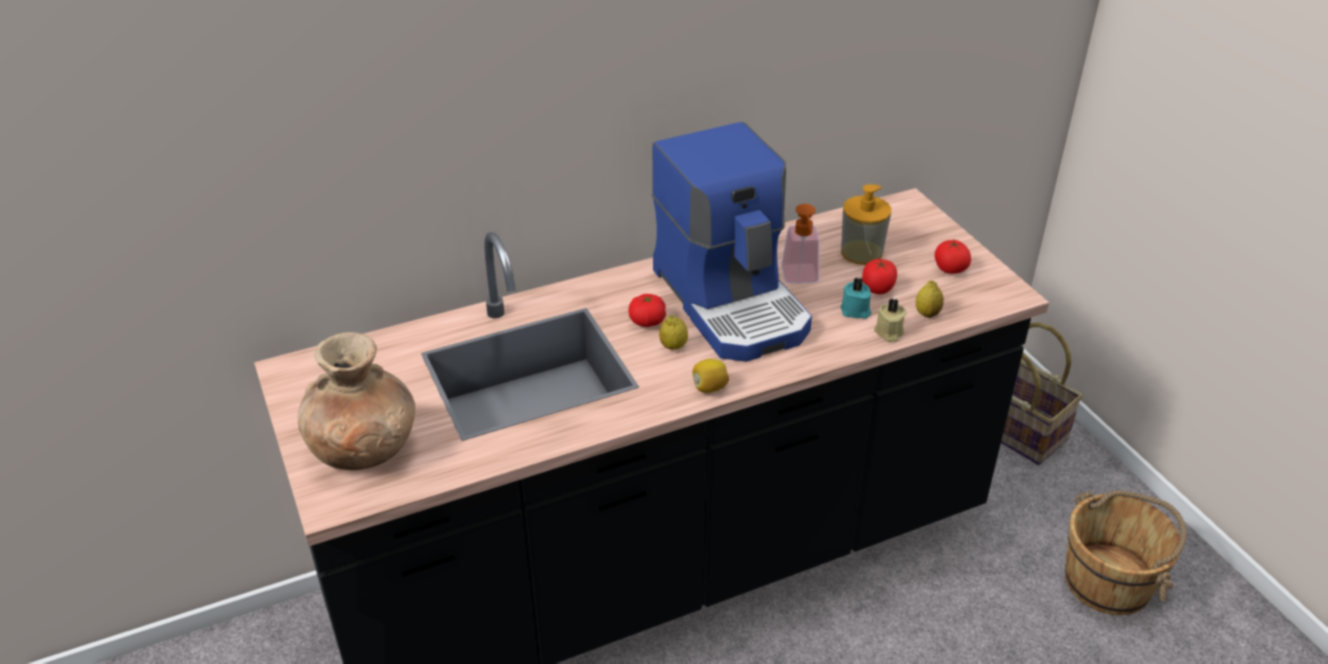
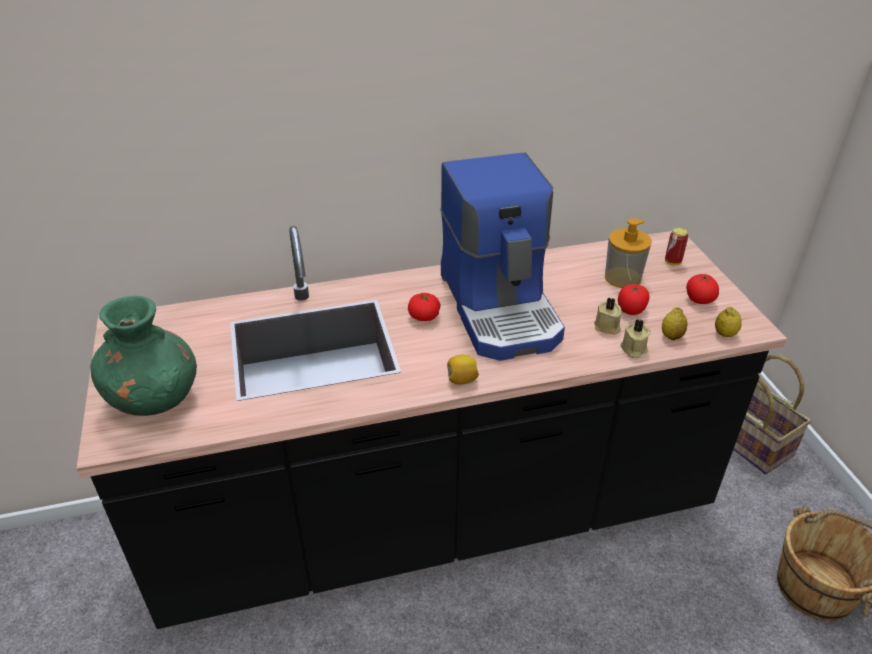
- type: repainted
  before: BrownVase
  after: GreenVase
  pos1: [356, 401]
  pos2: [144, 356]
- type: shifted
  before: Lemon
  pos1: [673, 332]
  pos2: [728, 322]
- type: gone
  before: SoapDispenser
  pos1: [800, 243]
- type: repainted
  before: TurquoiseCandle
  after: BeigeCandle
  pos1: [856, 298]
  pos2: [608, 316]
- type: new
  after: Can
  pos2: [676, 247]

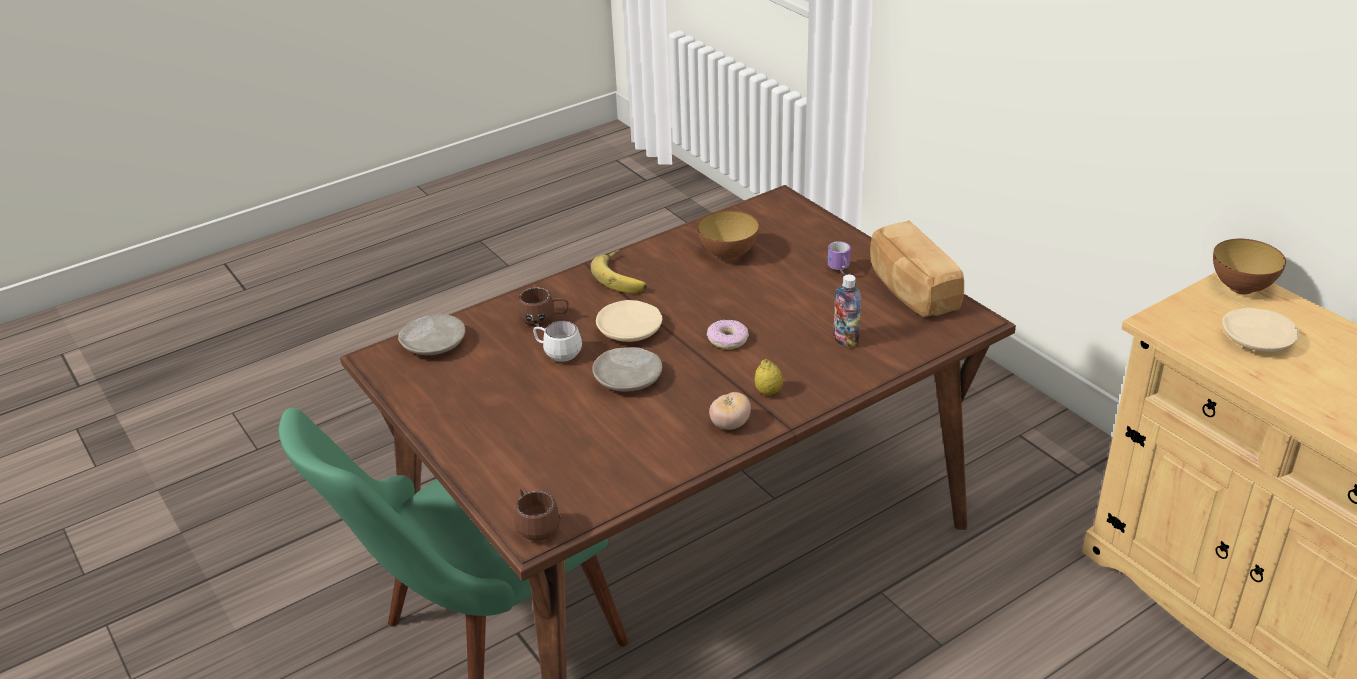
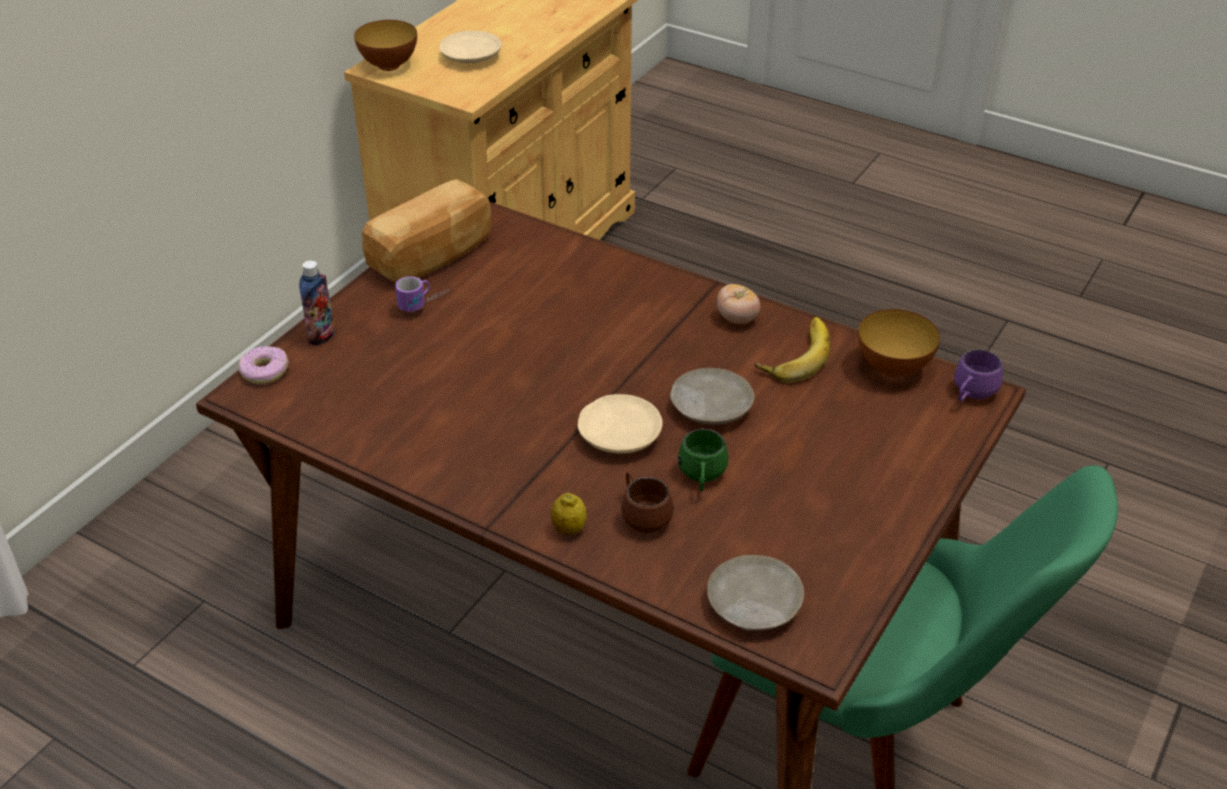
- type: repainted
  before: BrownMug
  after: PurpleMug
  pos1: [537, 514]
  pos2: [978, 375]
- type: repainted
  before: WhiteMug
  after: GreenMug
  pos1: [557, 341]
  pos2: [703, 460]
- type: shifted
  before: Banana
  pos1: [619, 271]
  pos2: [792, 350]
- type: shifted
  before: Bowl
  pos1: [728, 235]
  pos2: [899, 343]
- type: shifted
  before: Donut
  pos1: [728, 334]
  pos2: [264, 365]
- type: shifted
  before: Lemon
  pos1: [768, 377]
  pos2: [569, 514]
- type: shifted
  before: Bottle
  pos1: [847, 311]
  pos2: [317, 303]

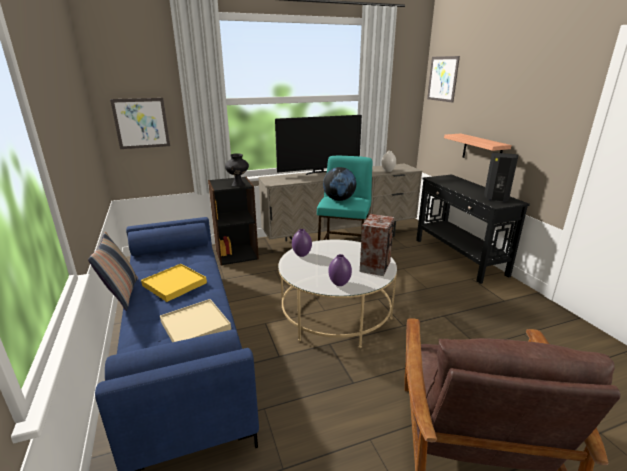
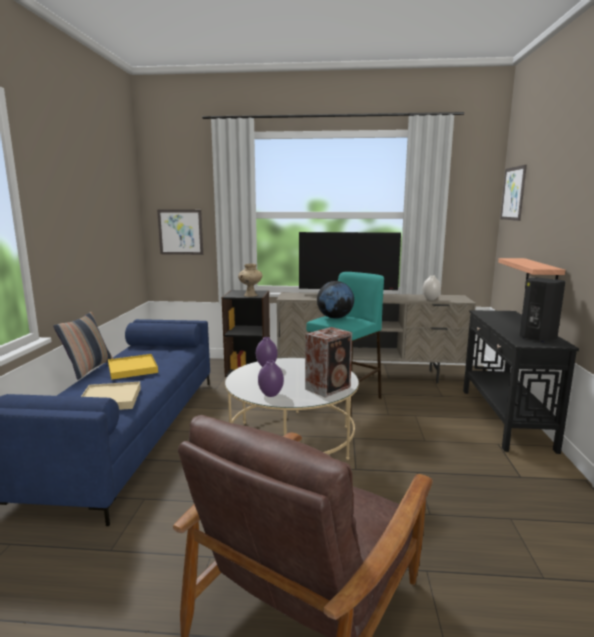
- type: repainted
  before: BlackVase
  after: BeigeVase
  pos1: [237, 170]
  pos2: [250, 280]

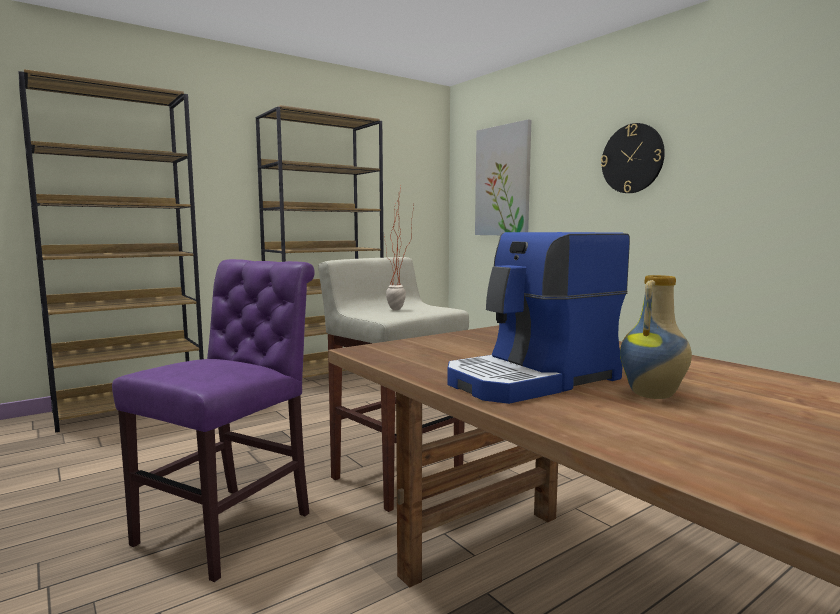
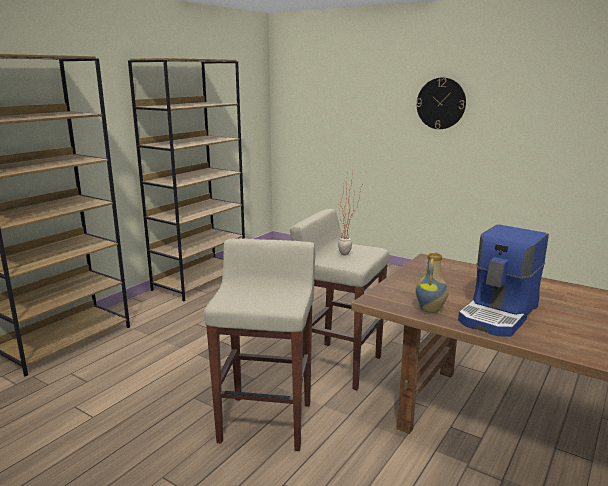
- type: swapped
  before: PurpleChair
  after: BeigeStool
  pos1: [213, 420]
  pos2: [259, 345]
- type: gone
  before: Picture
  pos1: [503, 177]
- type: shifted
  before: Vase
  pos1: [656, 337]
  pos2: [432, 282]

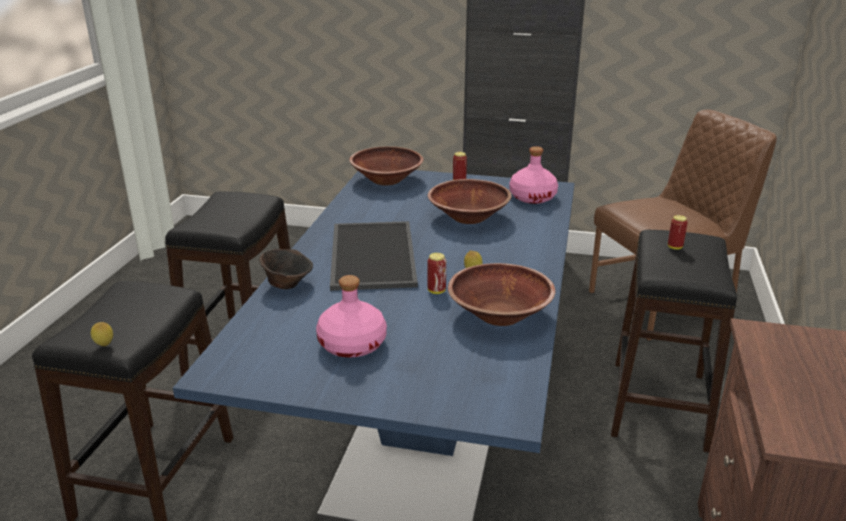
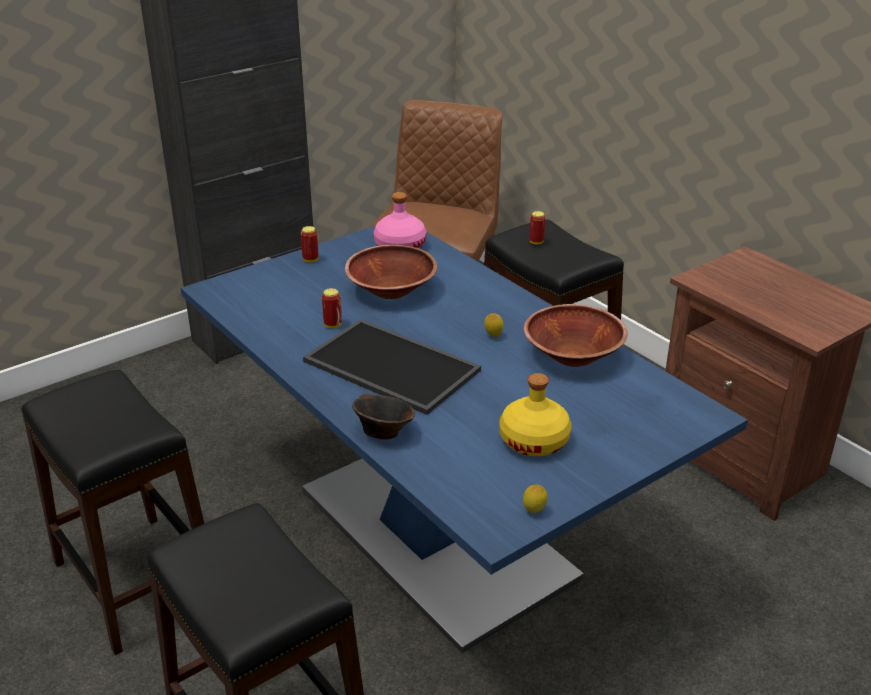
- type: shifted
  before: Lemon
  pos1: [102, 334]
  pos2: [535, 499]
- type: repainted
  before: PinkBottle
  after: YellowBottle
  pos1: [351, 316]
  pos2: [535, 414]
- type: gone
  before: BrownBowl
  pos1: [386, 165]
- type: shifted
  before: Can
  pos1: [437, 273]
  pos2: [332, 308]

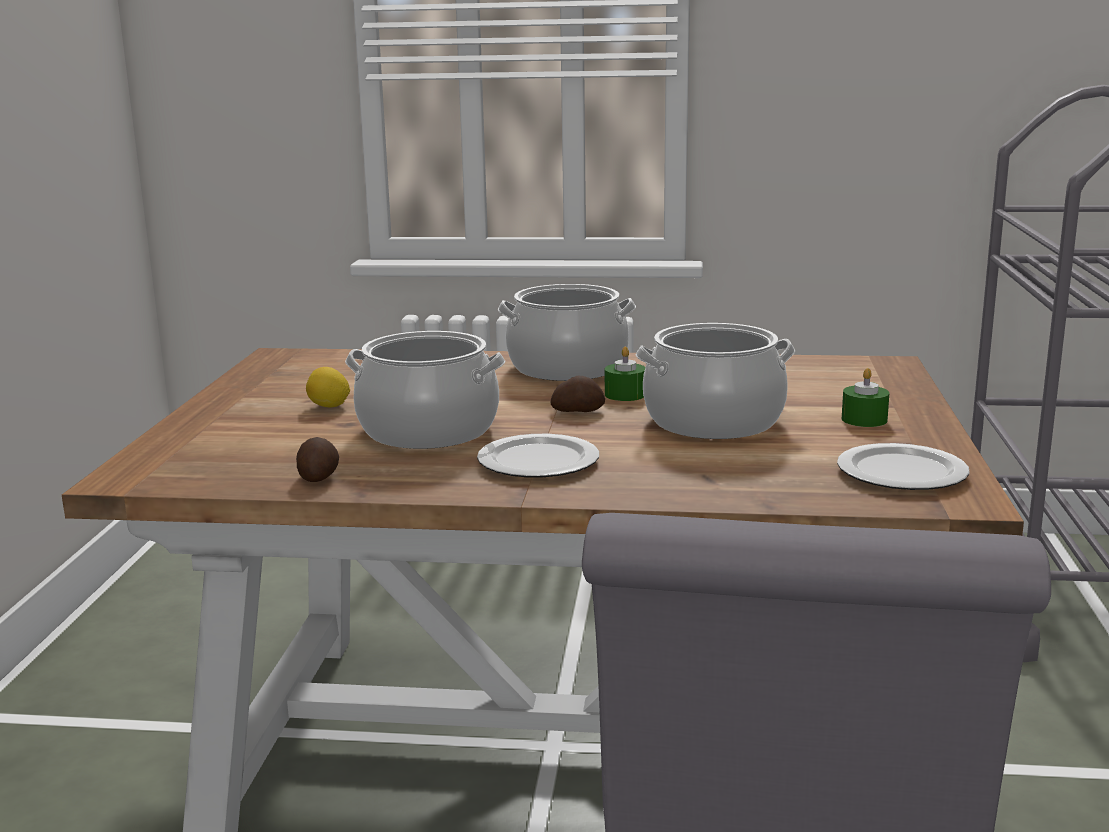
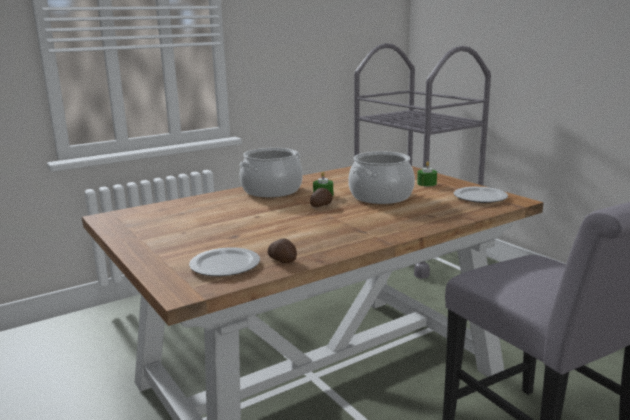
- type: gone
  before: Lemon
  pos1: [328, 387]
- type: gone
  before: CookingPot
  pos1: [425, 390]
- type: shifted
  before: Plate
  pos1: [538, 455]
  pos2: [224, 261]

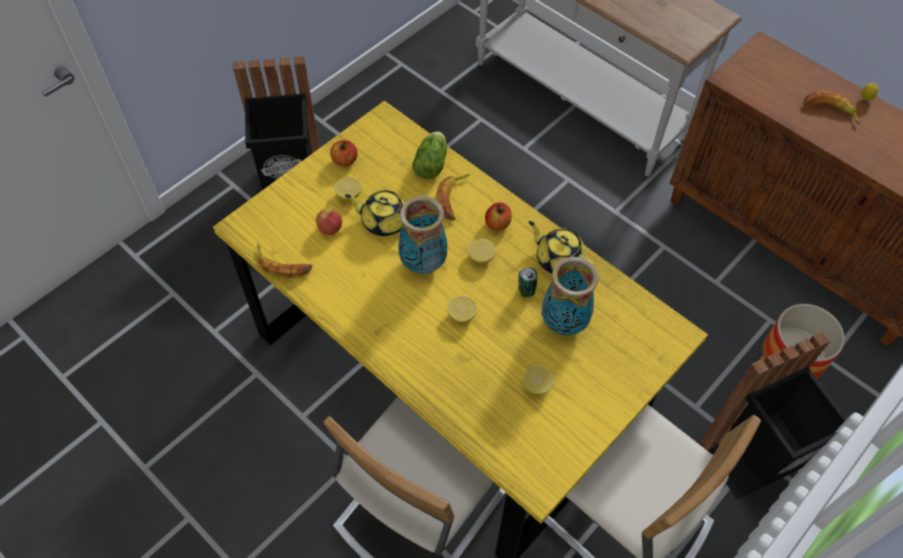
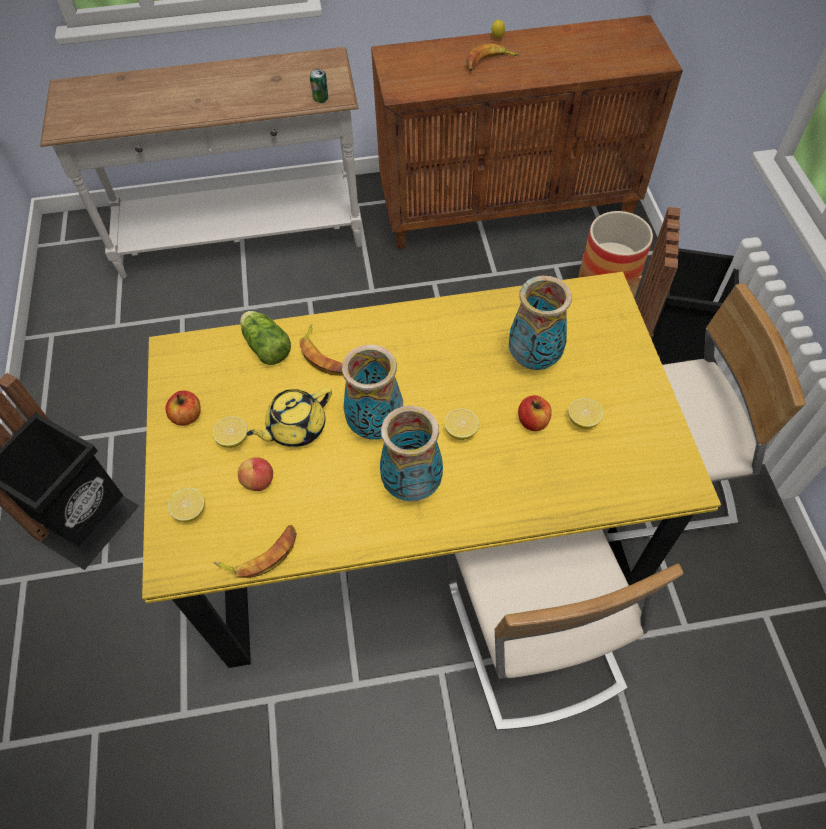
- type: shifted
  before: Lemon
  pos1: [482, 251]
  pos2: [186, 504]
- type: shifted
  before: Apple
  pos1: [498, 217]
  pos2: [535, 413]
- type: shifted
  before: Can
  pos1: [527, 282]
  pos2: [319, 86]
- type: gone
  before: YellowTeapot
  pos1: [561, 247]
- type: new
  after: Vase
  pos2: [411, 454]

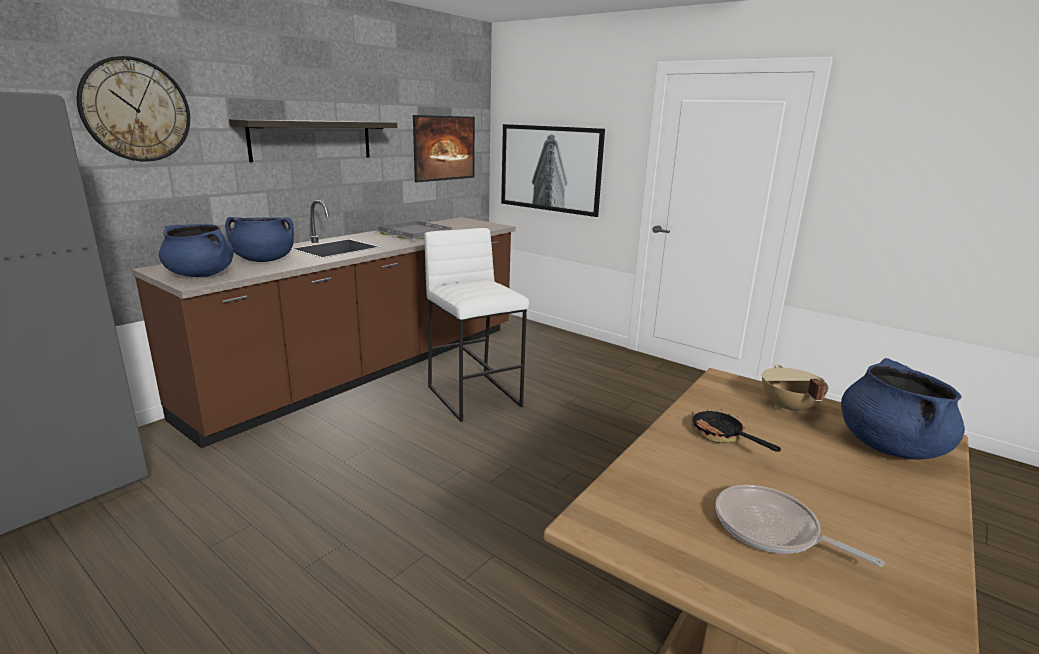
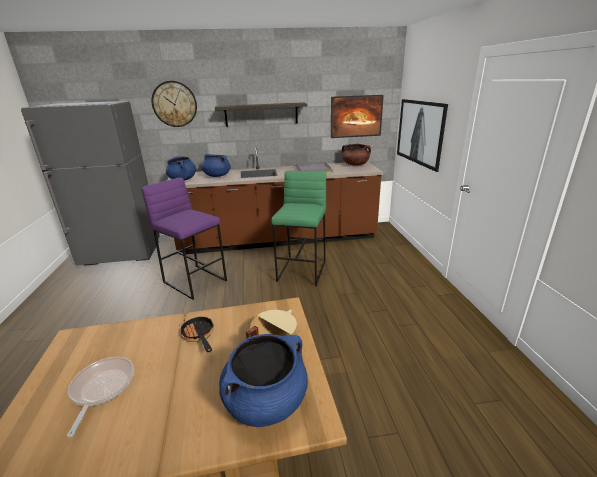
- type: repainted
  before: WhiteStool
  after: GreenStool
  pos1: [476, 325]
  pos2: [298, 228]
- type: rotated
  before: FryingPan
  pos1: [736, 431]
  pos2: [196, 334]
  turn: -45
- type: new
  after: PurpleStool
  pos2: [184, 239]
- type: new
  after: BrownCookingPot
  pos2: [356, 154]

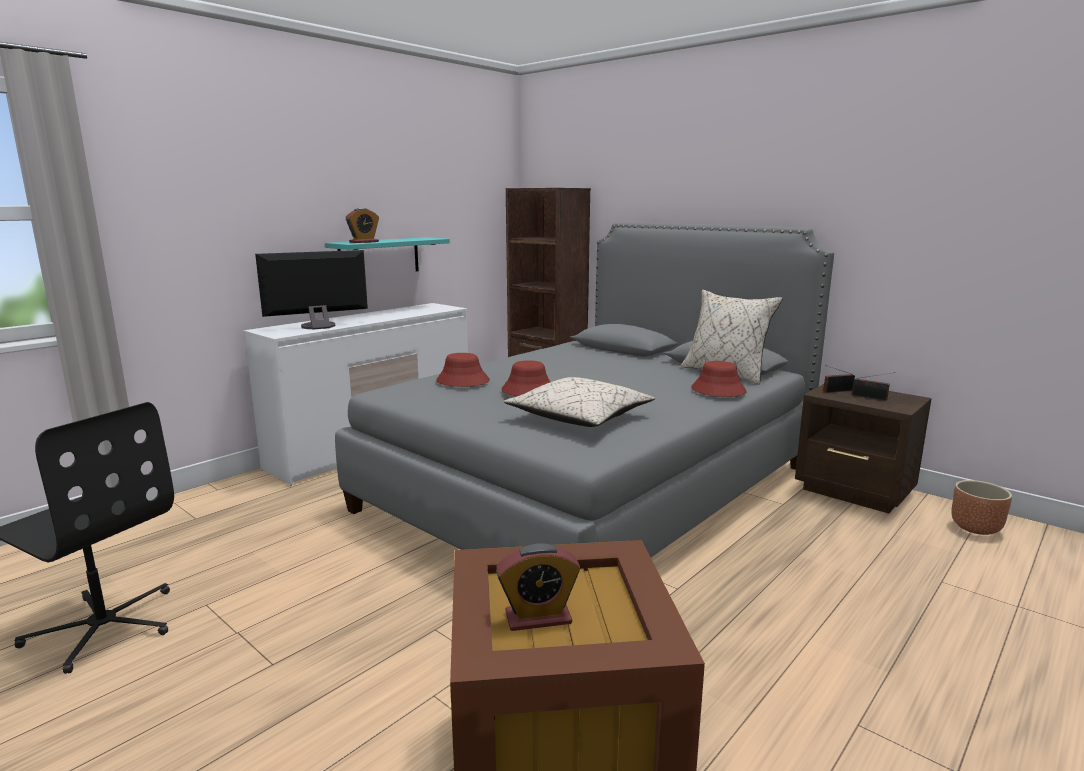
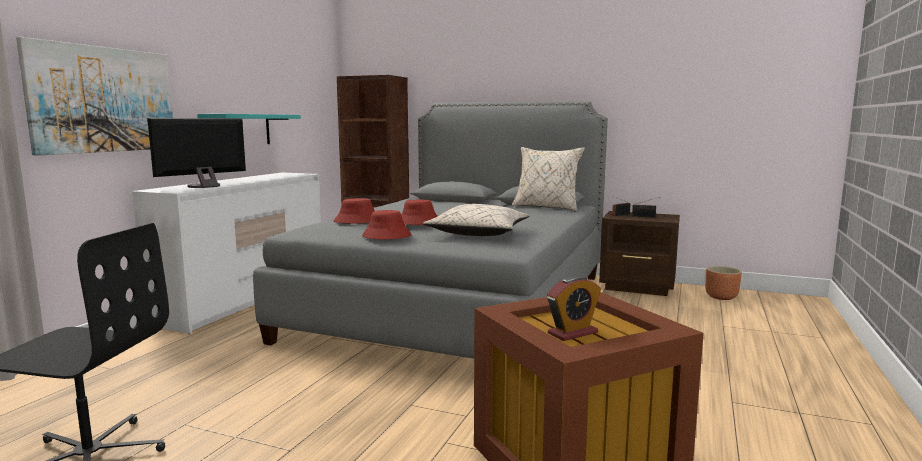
- type: gone
  before: AlarmClock
  pos1: [362, 225]
- type: shifted
  before: RedHat
  pos1: [719, 379]
  pos2: [387, 224]
- type: new
  after: Picture
  pos2: [94, 96]

